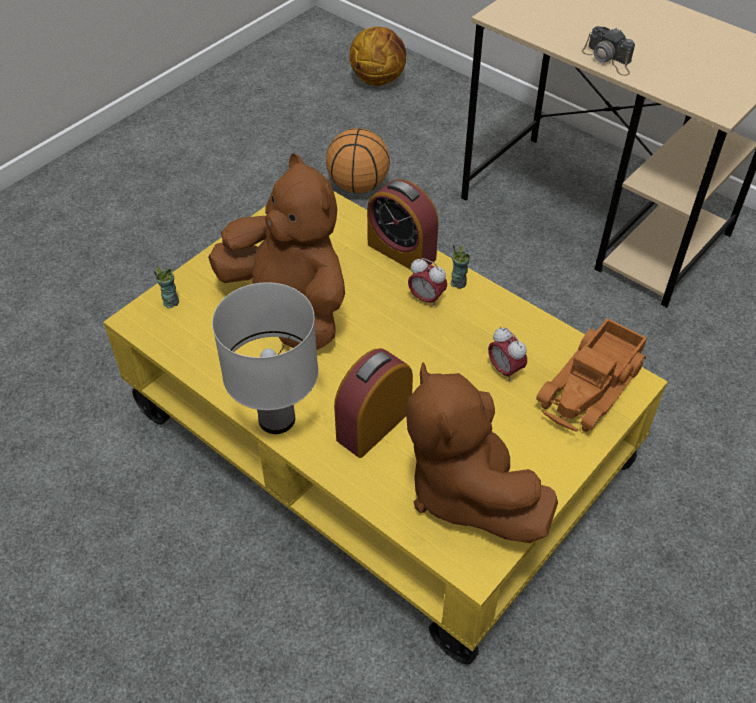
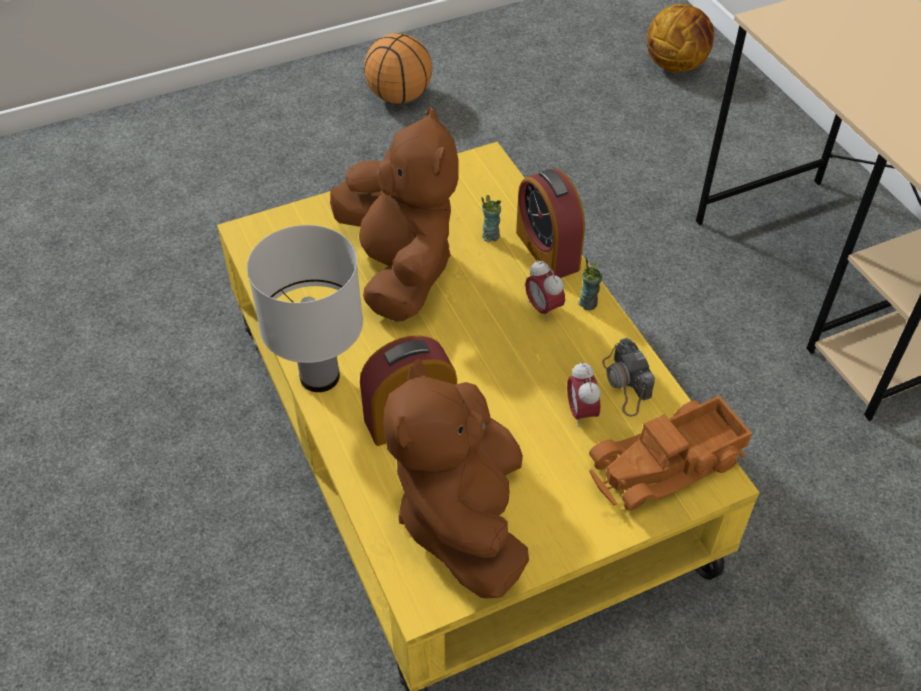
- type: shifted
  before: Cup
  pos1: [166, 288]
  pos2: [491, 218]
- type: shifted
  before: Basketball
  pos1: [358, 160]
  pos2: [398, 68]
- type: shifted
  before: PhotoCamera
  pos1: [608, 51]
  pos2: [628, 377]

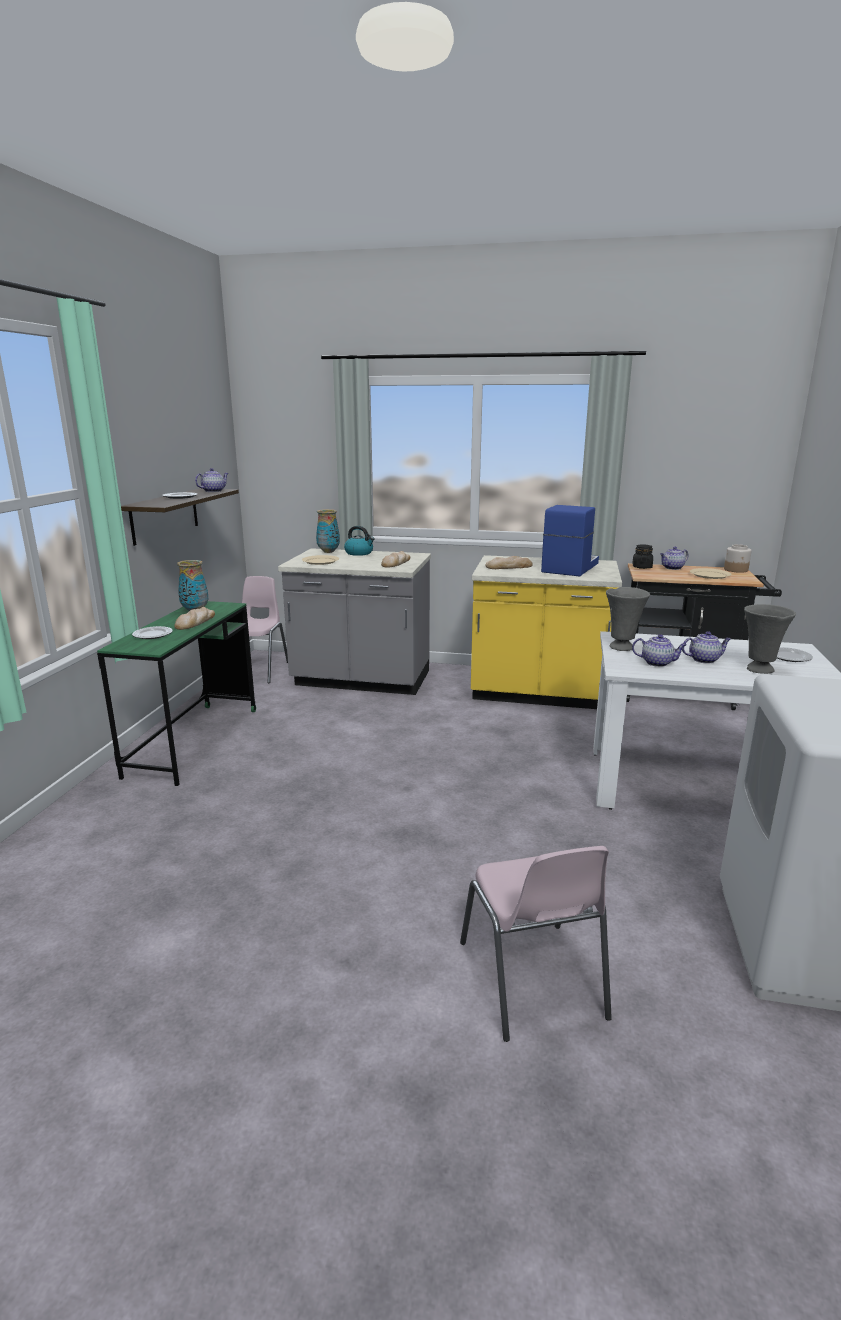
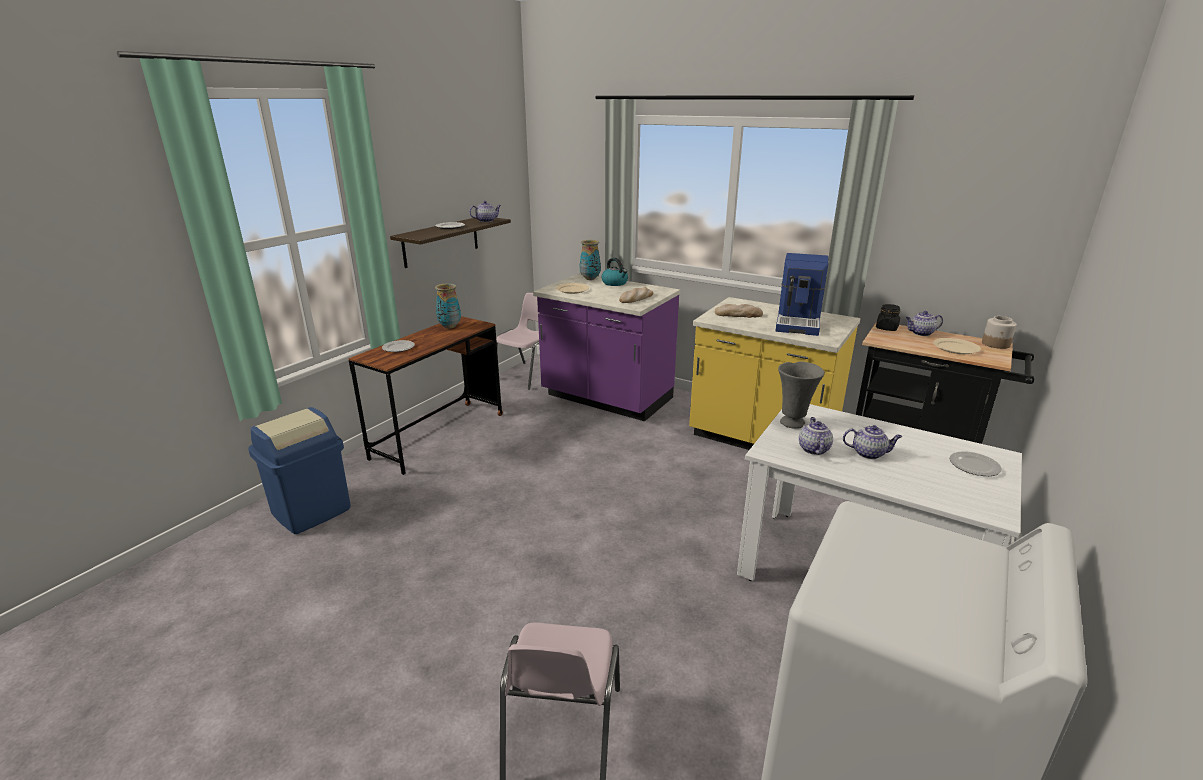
- type: repainted
  before: GreenDesk
  after: BrownDesk
  pos1: [176, 693]
  pos2: [425, 395]
- type: gone
  before: Bread
  pos1: [194, 618]
- type: repainted
  before: GreyCounter
  after: PurpleCounter
  pos1: [354, 621]
  pos2: [606, 347]
- type: rotated
  before: CoffeeMachine
  pos1: [570, 540]
  pos2: [802, 294]
  turn: 150
- type: rotated
  before: Teapot
  pos1: [659, 650]
  pos2: [816, 436]
  turn: -120
- type: gone
  before: GreyVase
  pos1: [770, 639]
- type: new
  after: BlueTrashCan
  pos2: [299, 470]

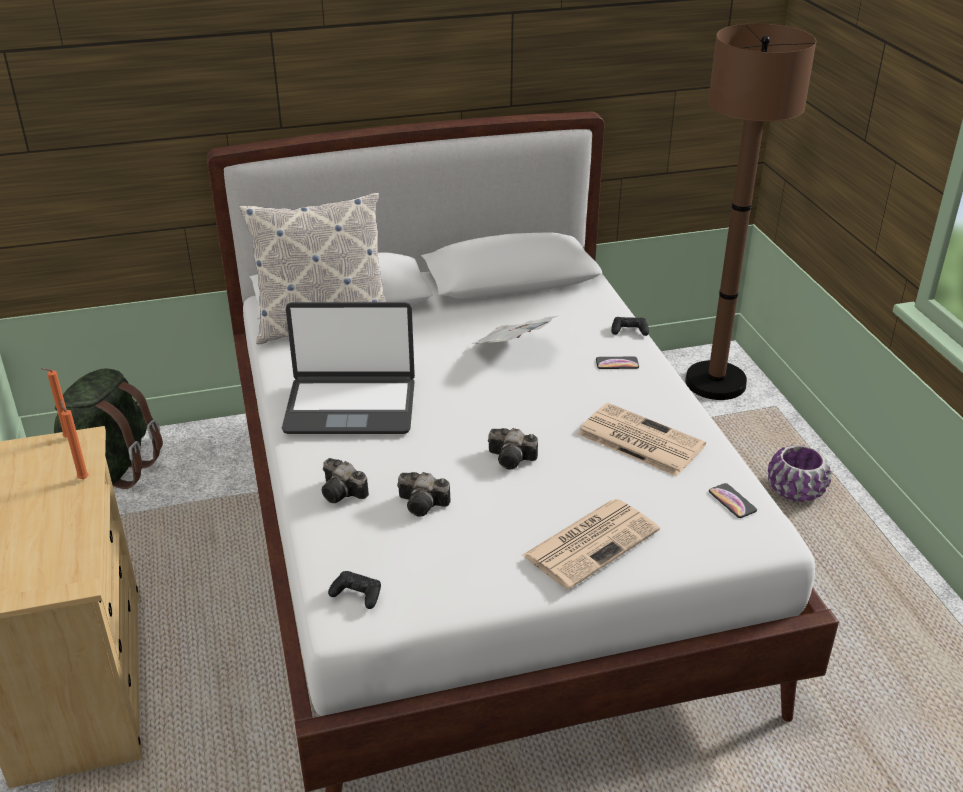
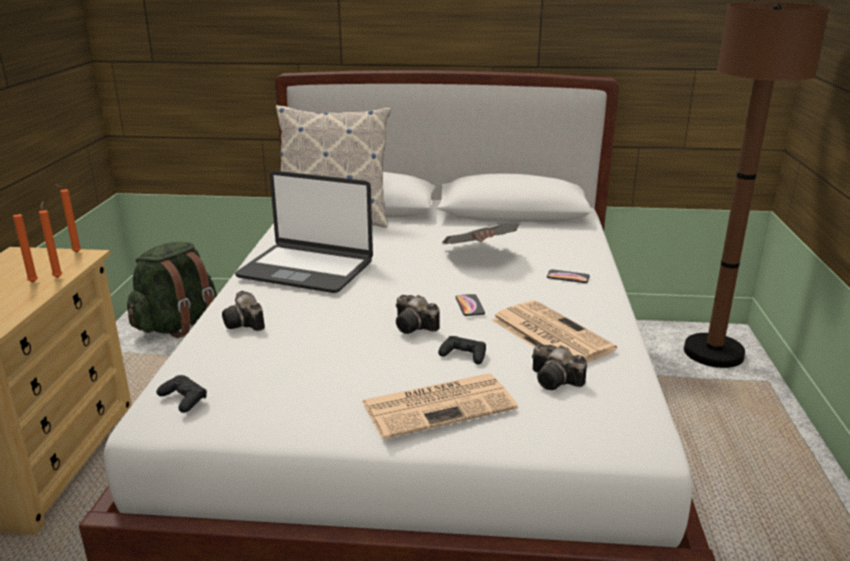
- type: shifted
  before: PhotoCamera
  pos1: [424, 494]
  pos2: [559, 367]
- type: shifted
  before: BlackGameController
  pos1: [630, 326]
  pos2: [462, 350]
- type: shifted
  before: Phone
  pos1: [733, 500]
  pos2: [470, 305]
- type: gone
  before: PurplePlanter
  pos1: [799, 473]
- type: new
  after: OrangeCandle
  pos2: [25, 246]

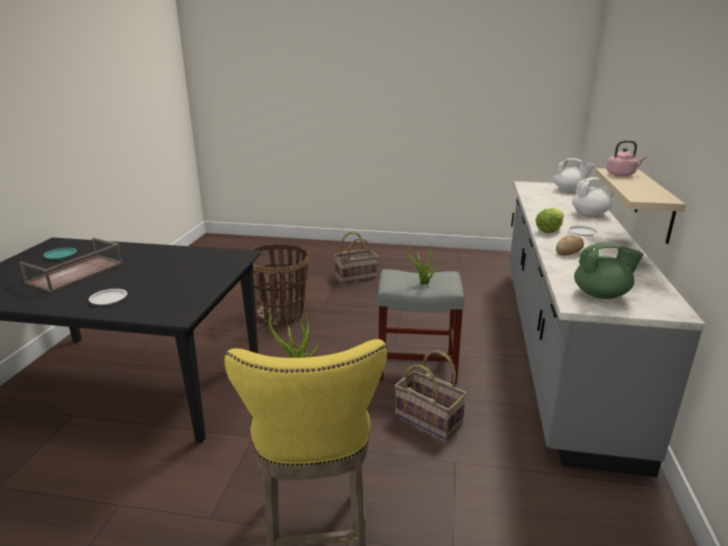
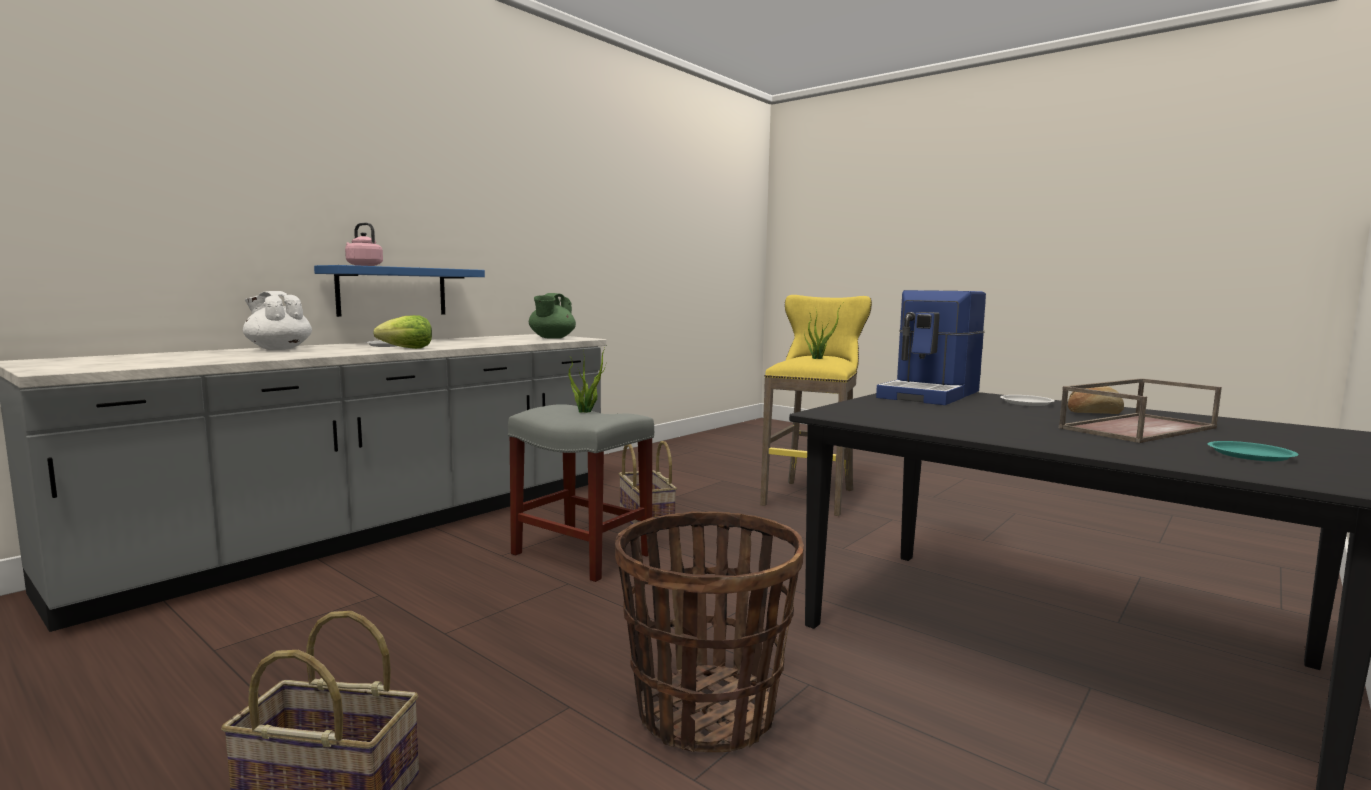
- type: gone
  before: WhiteTeapot
  pos1: [574, 175]
- type: shifted
  before: Bread
  pos1: [570, 245]
  pos2: [1096, 400]
- type: rotated
  before: GreenTeapot
  pos1: [609, 270]
  pos2: [552, 316]
  turn: -105
- type: repainted
  before: BeigeShelf
  after: BlueShelf
  pos1: [640, 206]
  pos2: [399, 291]
- type: new
  after: CoffeeMachine
  pos2: [931, 347]

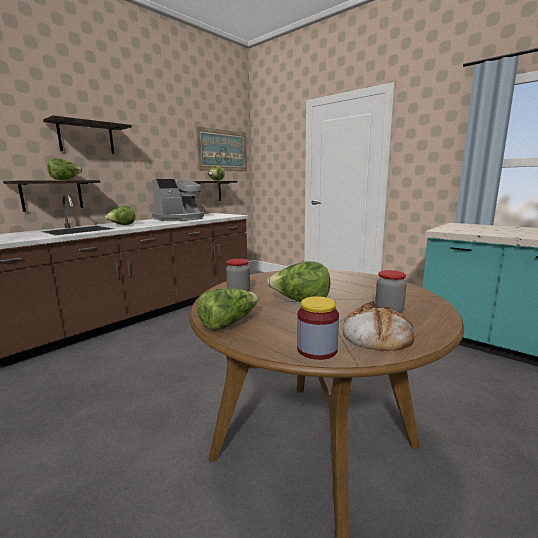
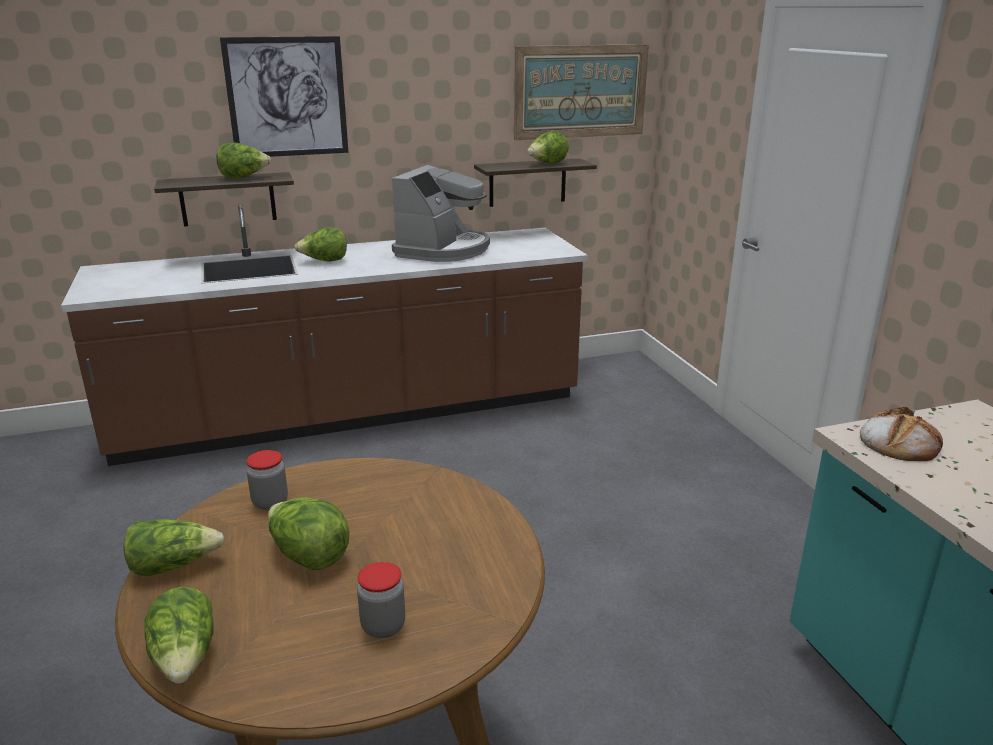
- type: swapped
  before: Shelf
  after: Picture
  pos1: [87, 134]
  pos2: [284, 96]
- type: rotated
  before: CoffeeMachine
  pos1: [178, 200]
  pos2: [441, 213]
  turn: -60
- type: swapped
  before: Jar
  after: Lettuce
  pos1: [318, 328]
  pos2: [179, 635]
- type: shifted
  before: Bread
  pos1: [378, 326]
  pos2: [901, 434]

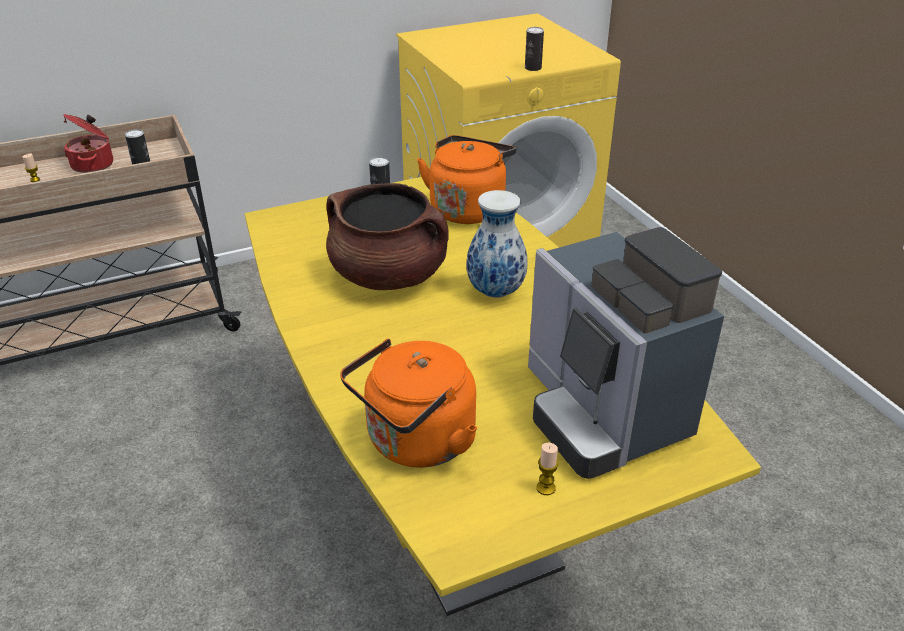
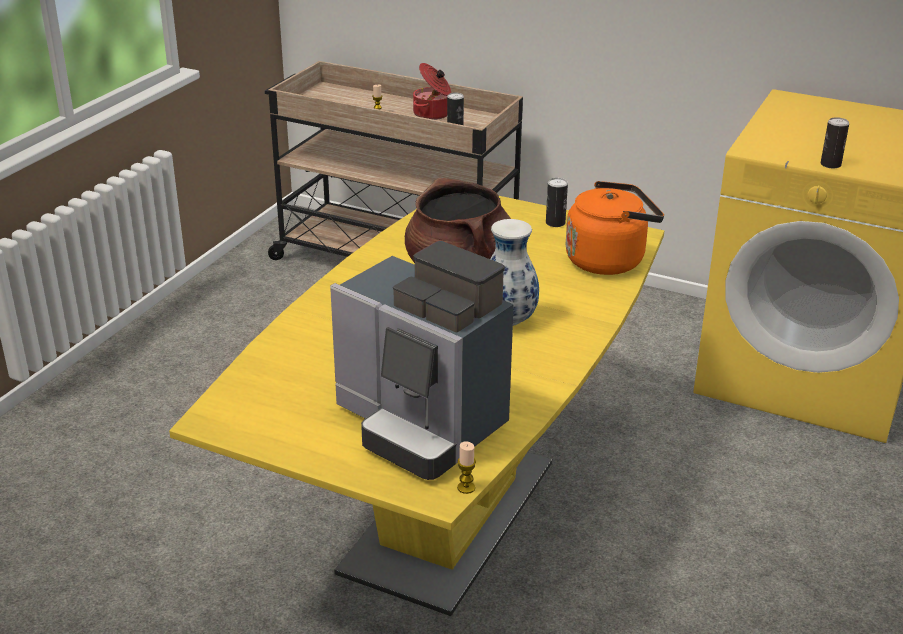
- type: gone
  before: OrangeKettle
  pos1: [408, 403]
- type: rotated
  before: CoffeeMachine
  pos1: [626, 353]
  pos2: [422, 360]
  turn: -75
- type: shifted
  before: Candle
  pos1: [547, 469]
  pos2: [466, 467]

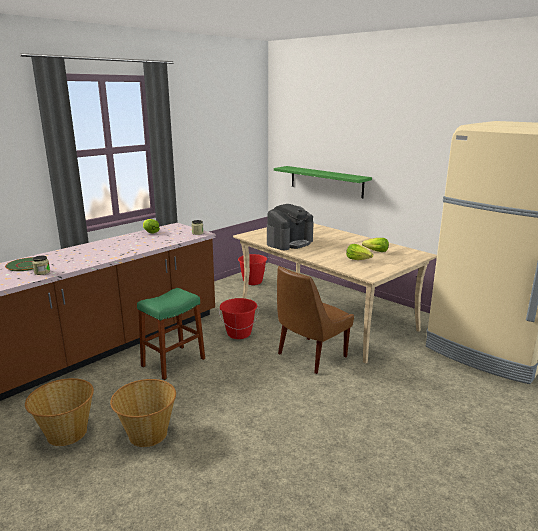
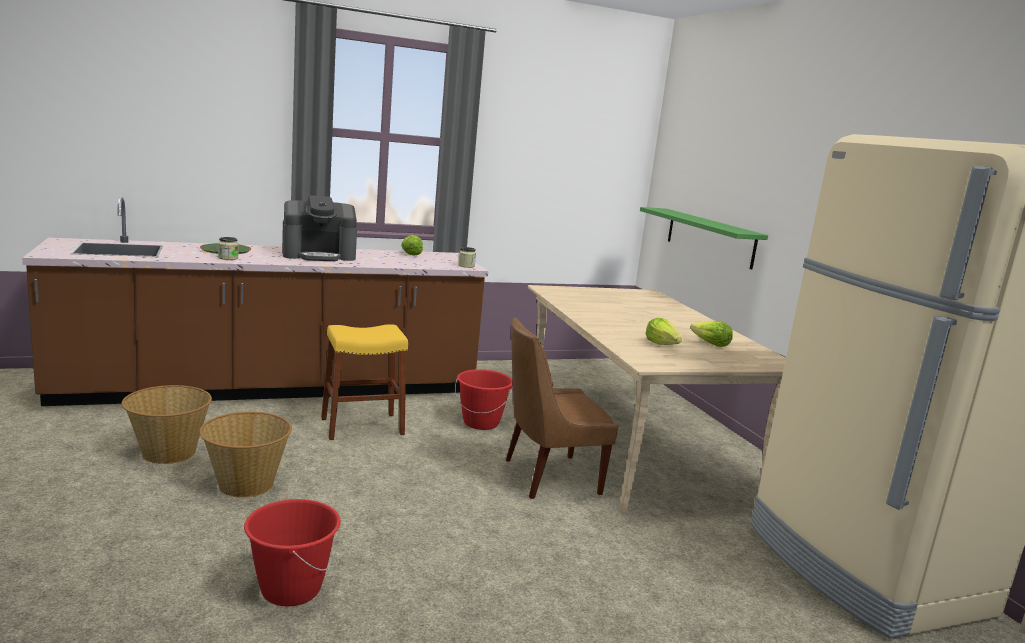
- type: repainted
  before: GreenStool
  after: YellowStool
  pos1: [171, 334]
  pos2: [364, 382]
- type: shifted
  before: RedBucket
  pos1: [252, 269]
  pos2: [292, 552]
- type: shifted
  before: CoffeeMachine
  pos1: [290, 227]
  pos2: [319, 228]

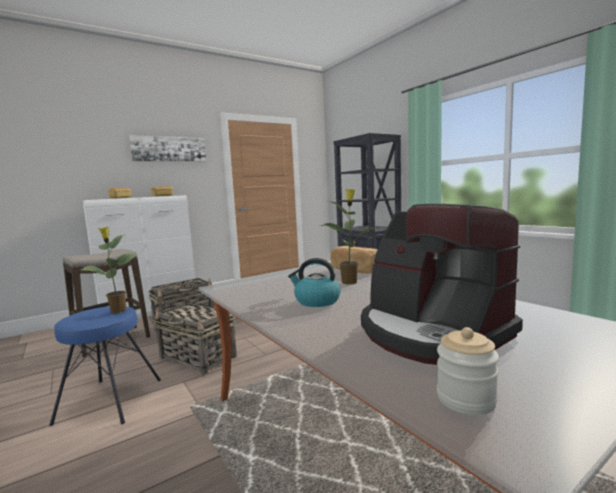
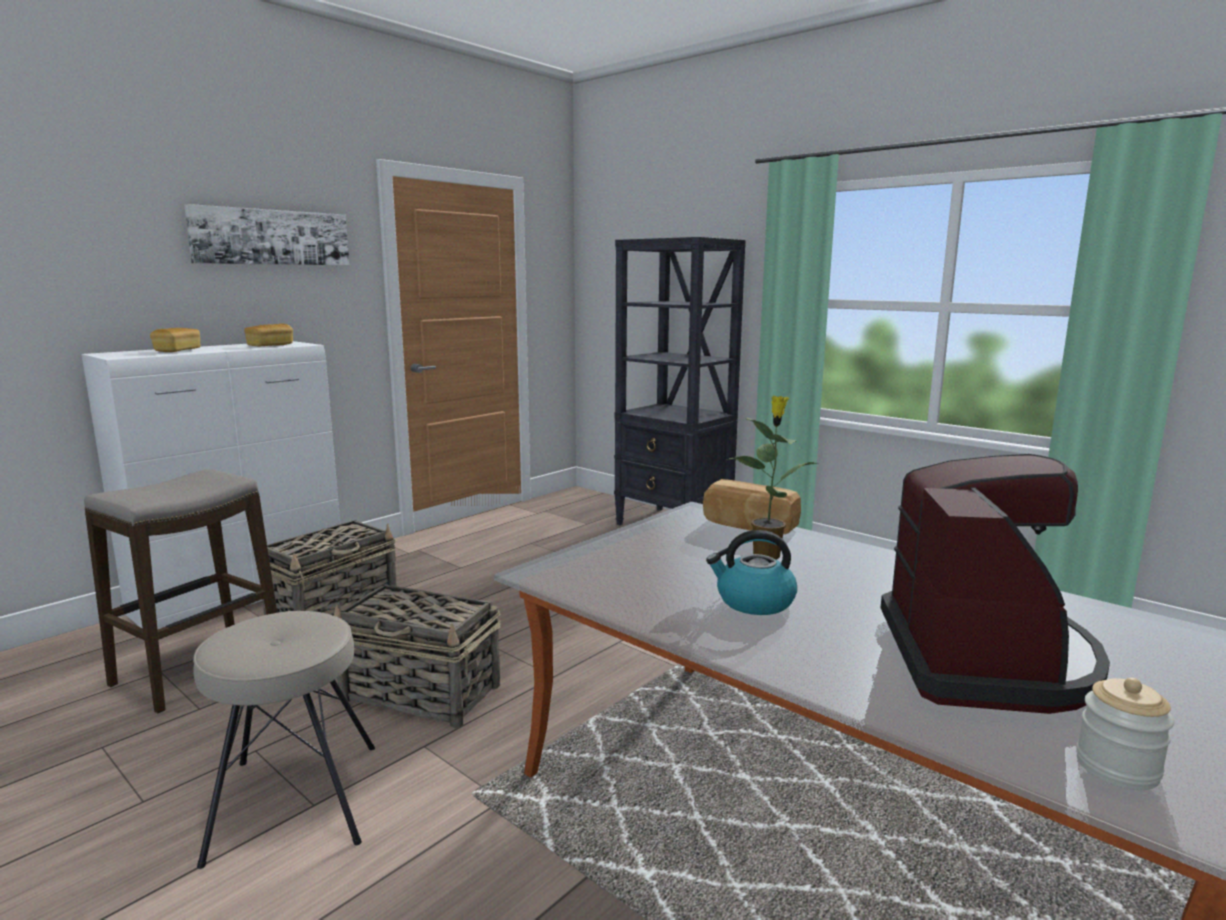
- type: repainted
  before: BlueStool
  after: BeigeStool
  pos1: [105, 366]
  pos2: [284, 740]
- type: gone
  before: PottedPlant
  pos1: [109, 270]
- type: rotated
  before: CoffeeMachine
  pos1: [442, 284]
  pos2: [995, 584]
  turn: -120

